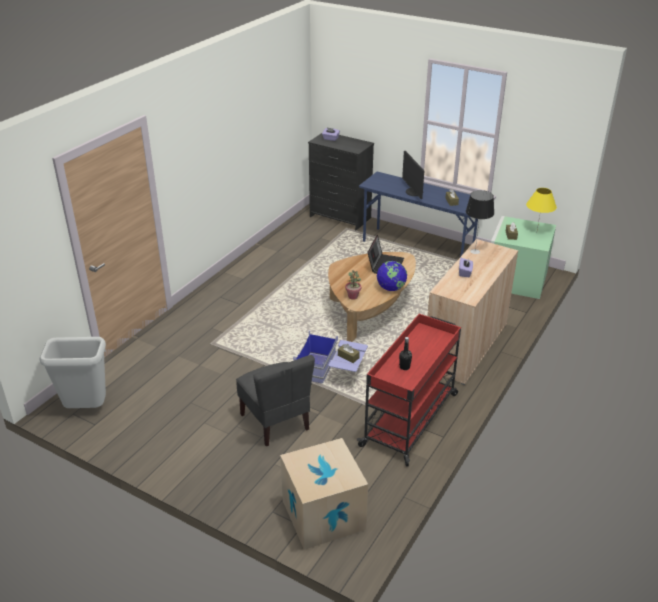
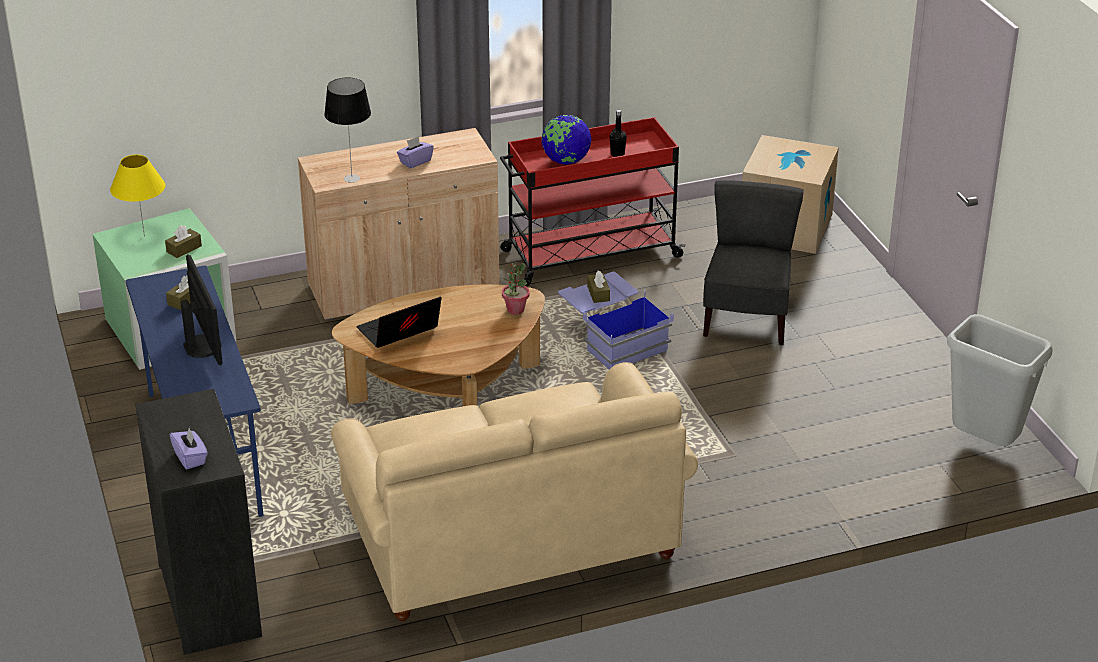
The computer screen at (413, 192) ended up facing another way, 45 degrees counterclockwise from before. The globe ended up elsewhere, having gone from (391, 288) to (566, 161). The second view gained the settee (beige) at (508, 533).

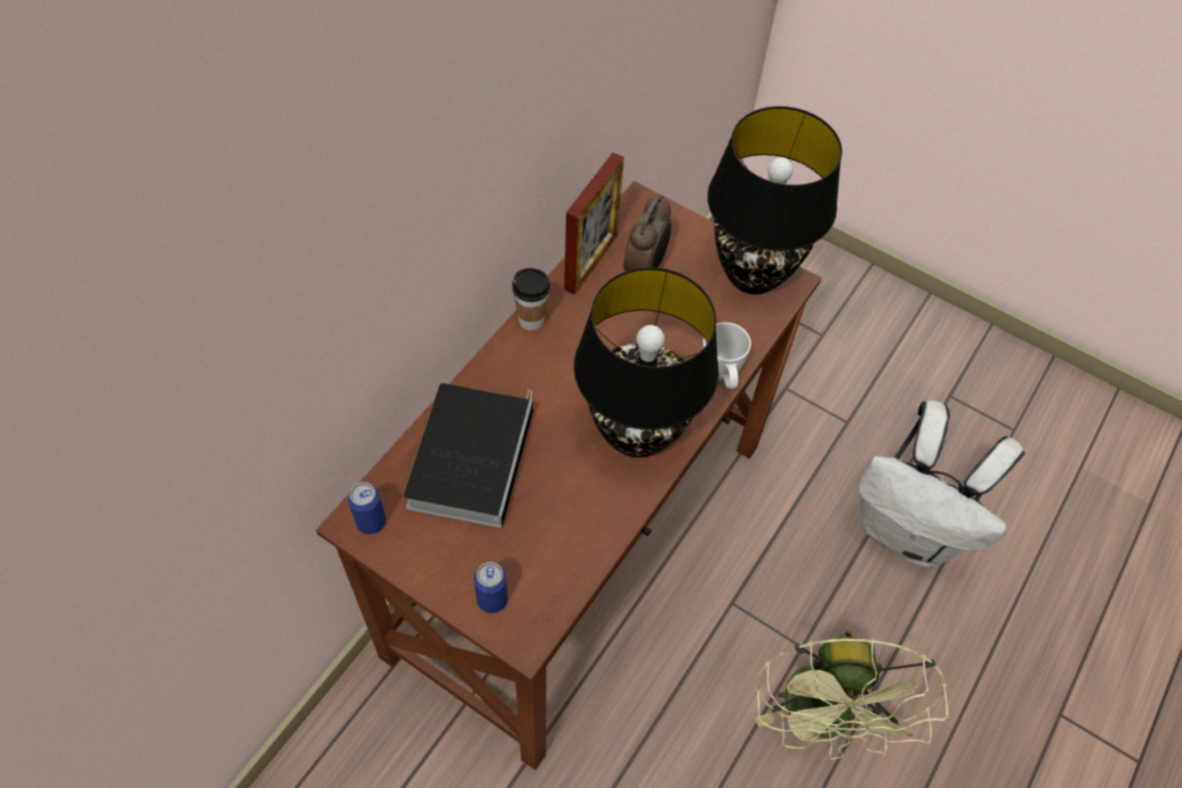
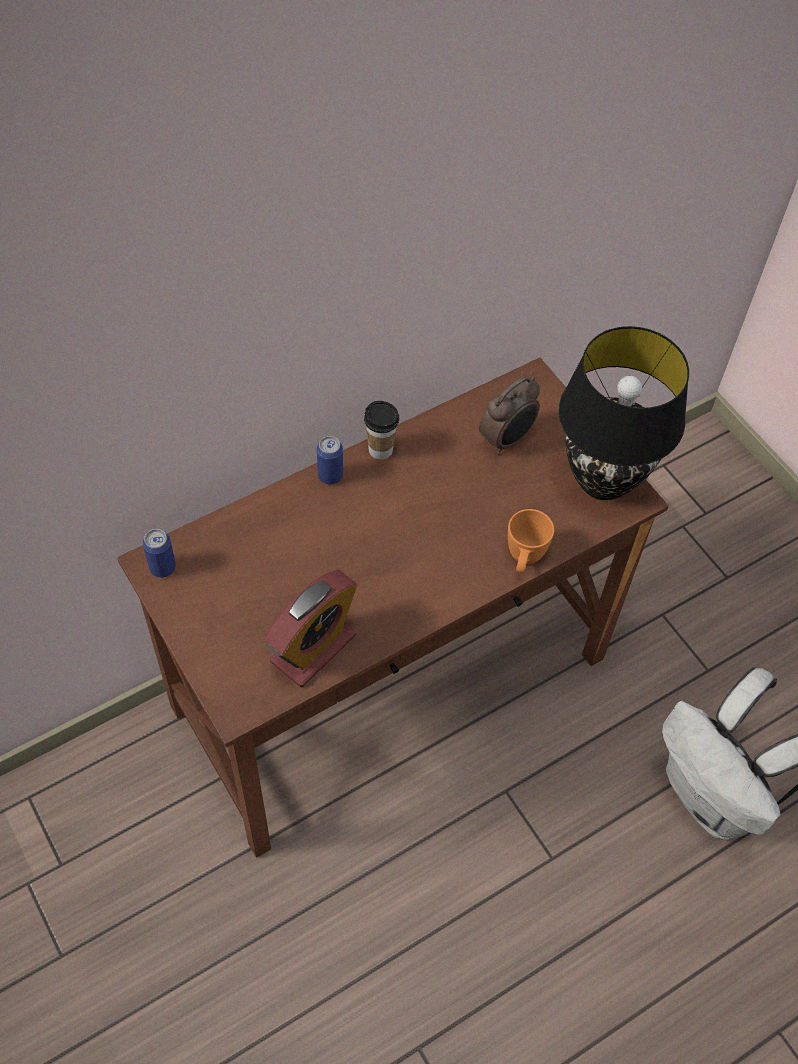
The second view lost the photo frame at (591, 262). The second view lost the tabletop lamp (blackish) at (636, 436). What was the tea mug (white) at (722, 376) turned into the tea mug (orange) at (524, 560). The second view lost the volume at (471, 455). The can ended up elsewhere, having gone from (492, 599) to (330, 476). The second view lost the fan (greenish) at (824, 719). The second view gained the bedside clock at (313, 648).

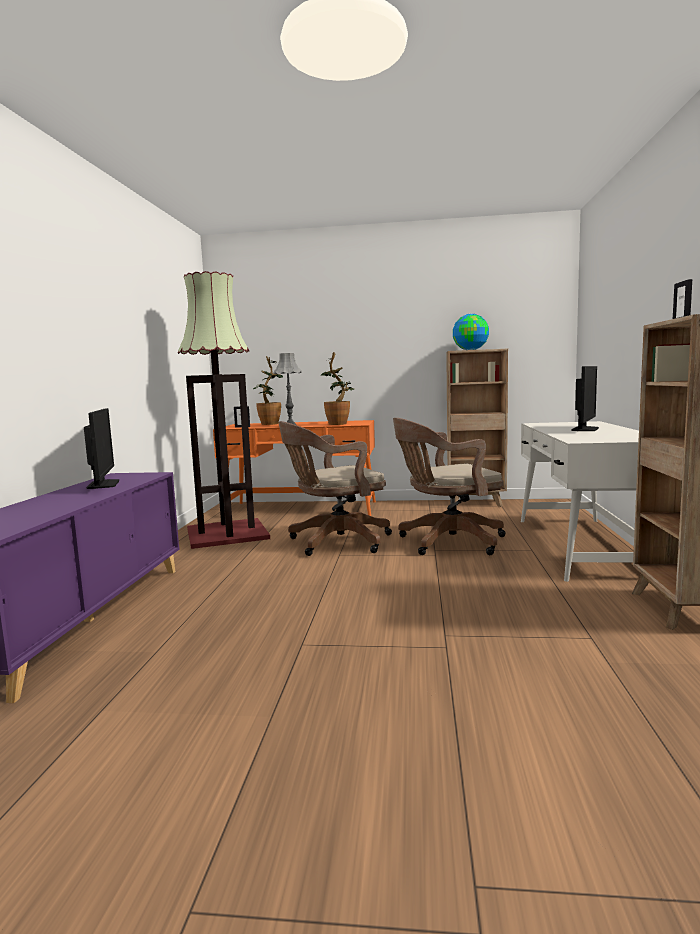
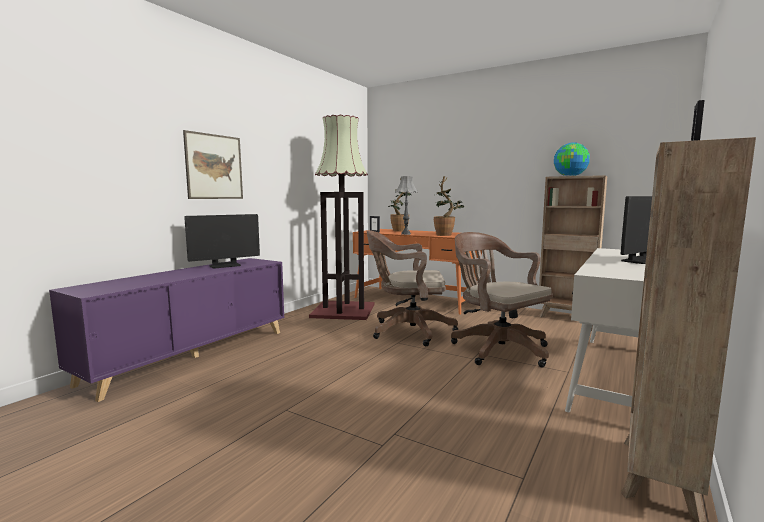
The computer screen at (103, 484) ended up facing another way, 45 degrees clockwise from before. The desk chair (brownish) at (447, 542) ended up facing another way, 45 degrees clockwise from before. The second view gained the wall art at (214, 167).

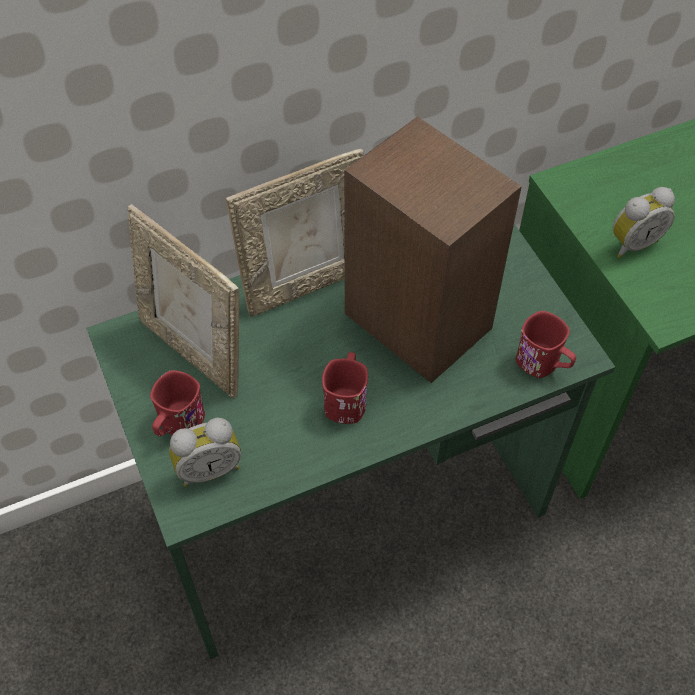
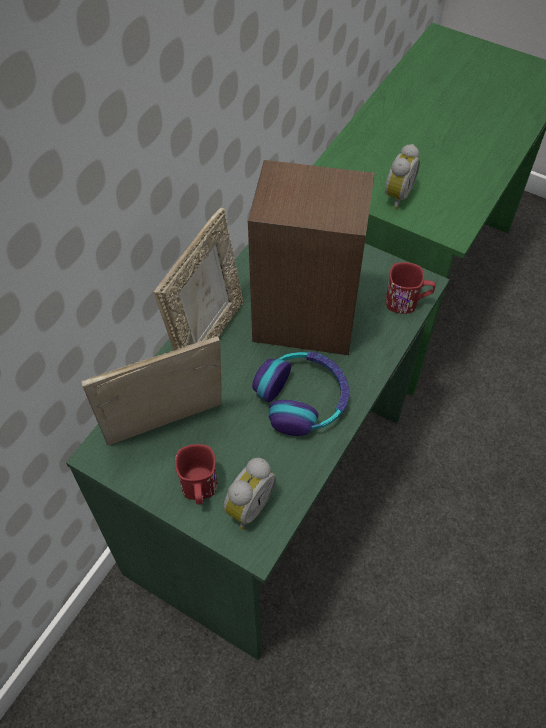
The photo frame at (195, 351) ended up facing another way, 150 degrees clockwise from before. Where the tea mug (red) stood at (346, 399), the pair of headphones came to stand at (302, 399).

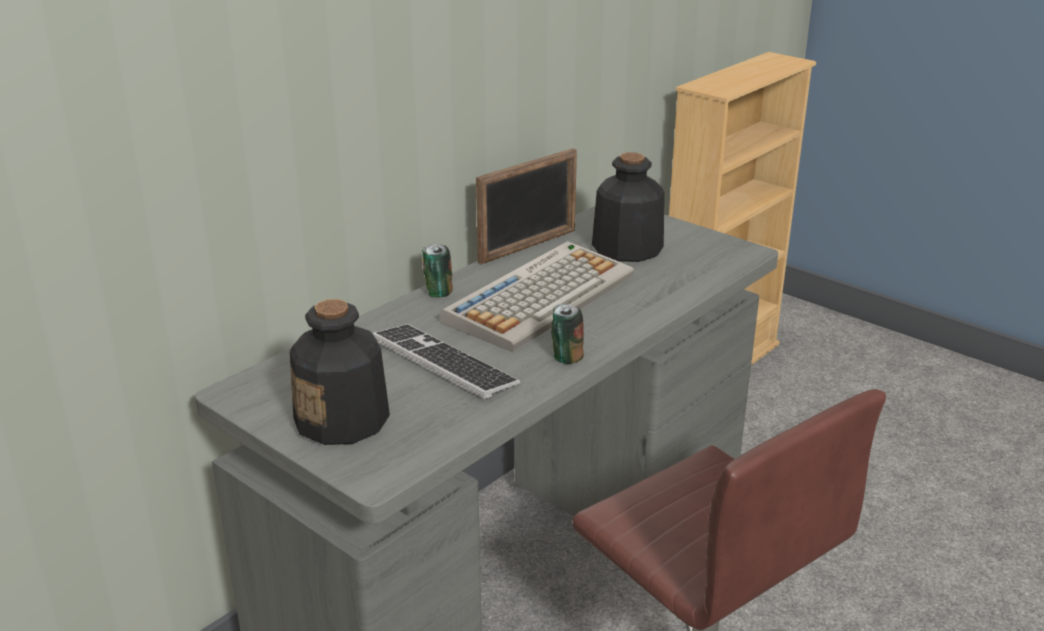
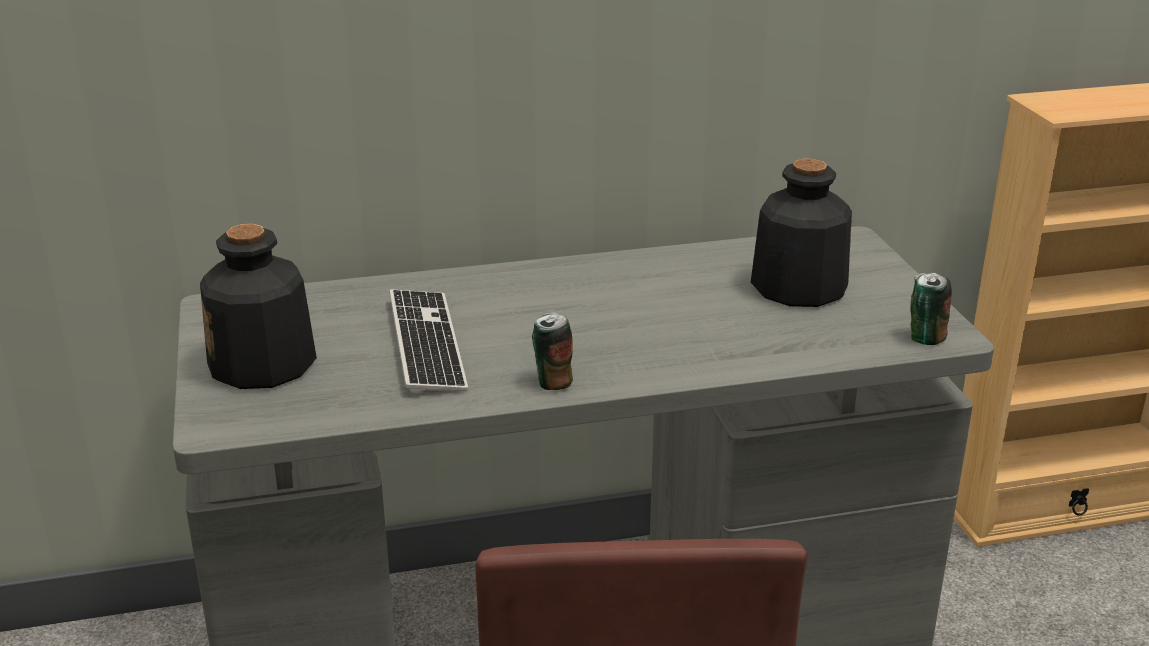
The second view lost the photo frame at (528, 246). The second view lost the keyboard at (540, 297). The can ended up elsewhere, having gone from (438, 293) to (924, 338).

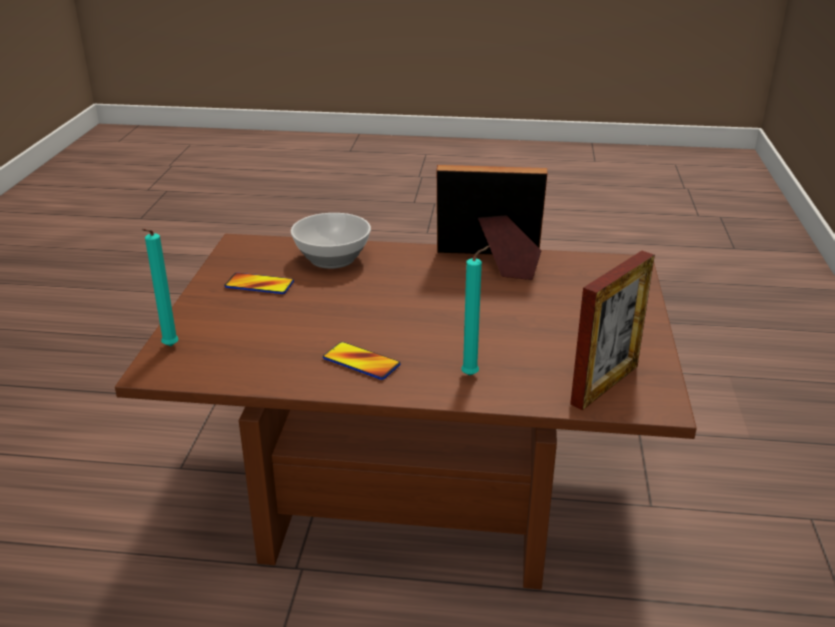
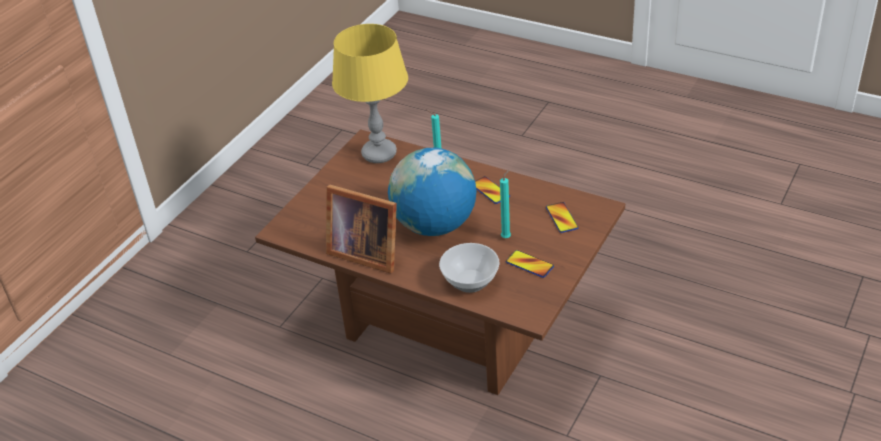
The candle (turquoise-coloured) ended up elsewhere, having gone from (169, 347) to (507, 237). Where the photo frame stood at (604, 385), the tabletop lamp (yellow-coloured) came to stand at (379, 154). The second view gained the globe at (434, 225). The second view gained the phone at (561, 218).

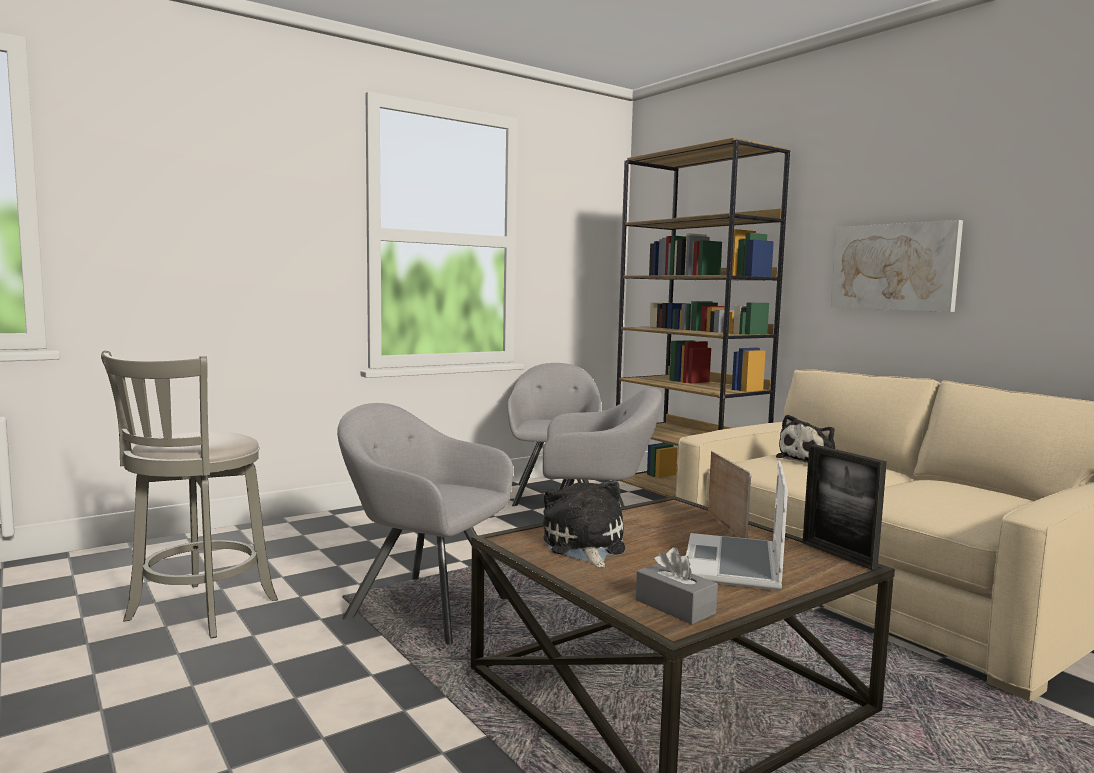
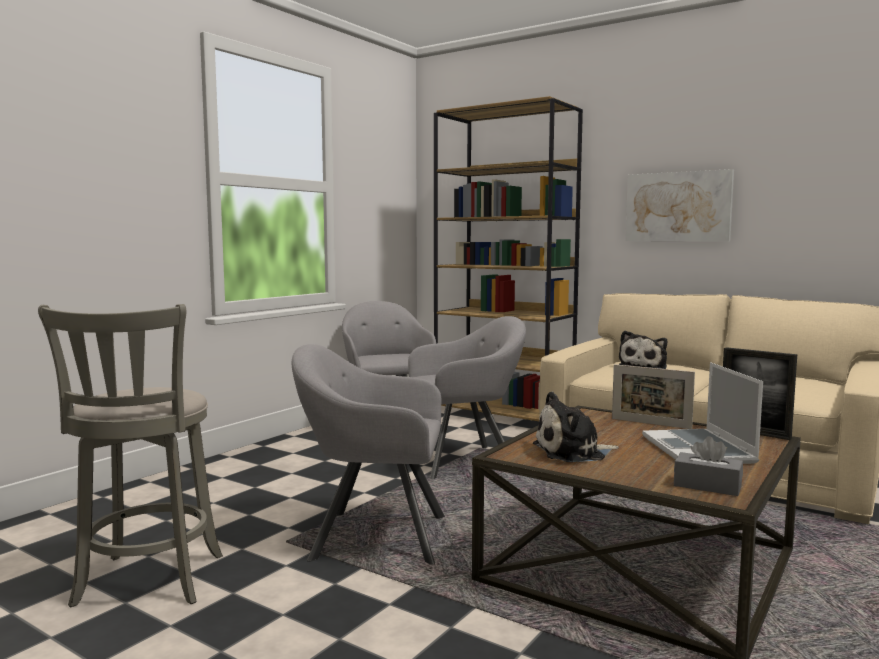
The photo frame at (726, 527) ended up facing another way, 150 degrees clockwise from before. The cuddly toy at (584, 546) ended up facing another way, 75 degrees counterclockwise from before.

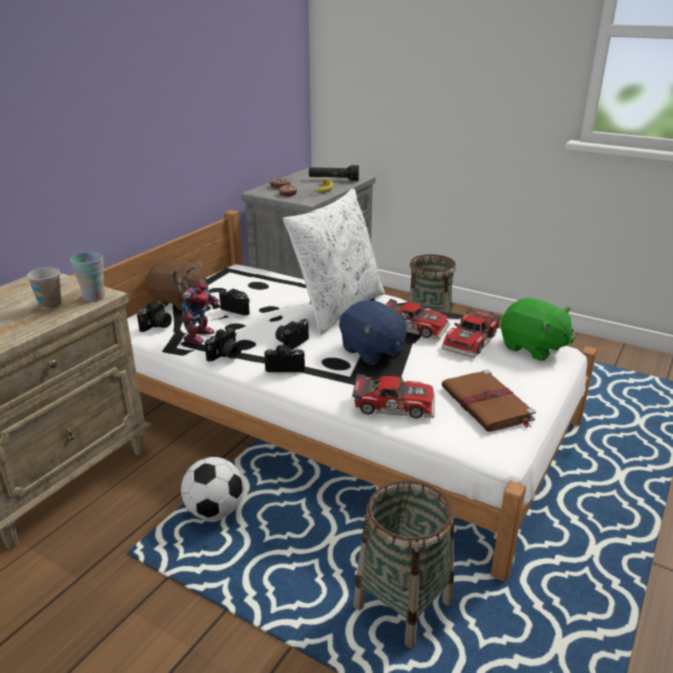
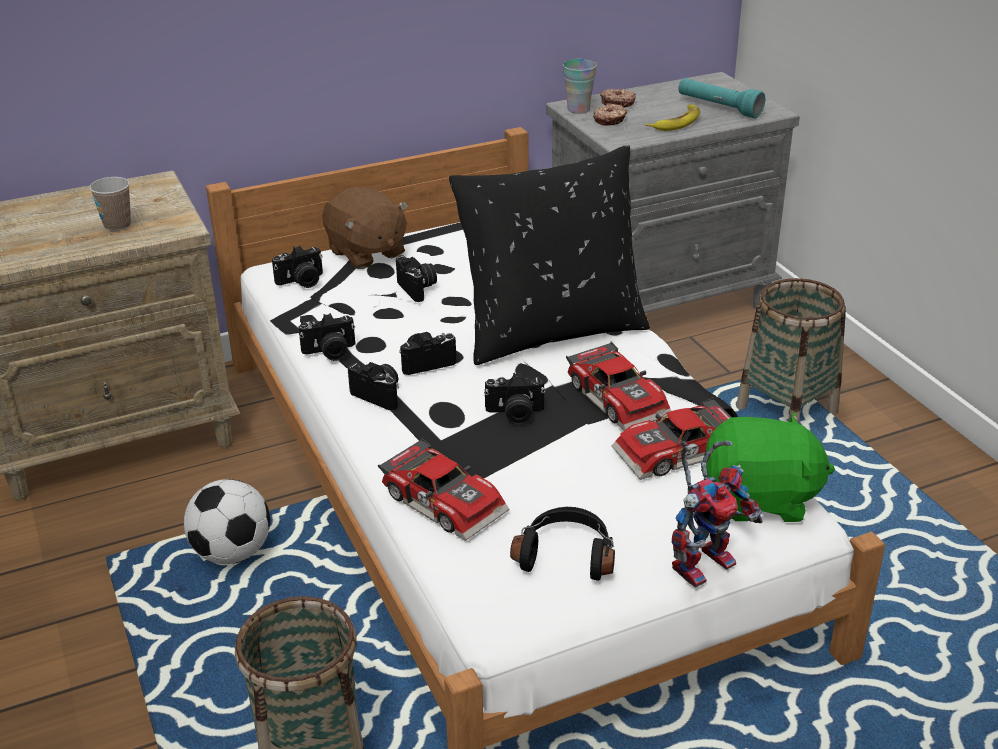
What was the torch (blackish) at (333, 180) turned into the torch (turquoise-coloured) at (718, 108). What was the cushion (white) at (337, 308) turned into the cushion (blackish) at (551, 331). The small cup ended up elsewhere, having gone from (94, 297) to (578, 109). The robot figure ended up elsewhere, having gone from (198, 334) to (704, 560). The cuddly toy (greenish) at (533, 347) ended up facing another way, 75 degrees counterclockwise from before. Where the cuddly toy (blue) stood at (372, 351), the still camera came to stand at (515, 414). Where the volume (brownish) stood at (487, 404), the pair of headphones (blackish) came to stand at (566, 554).

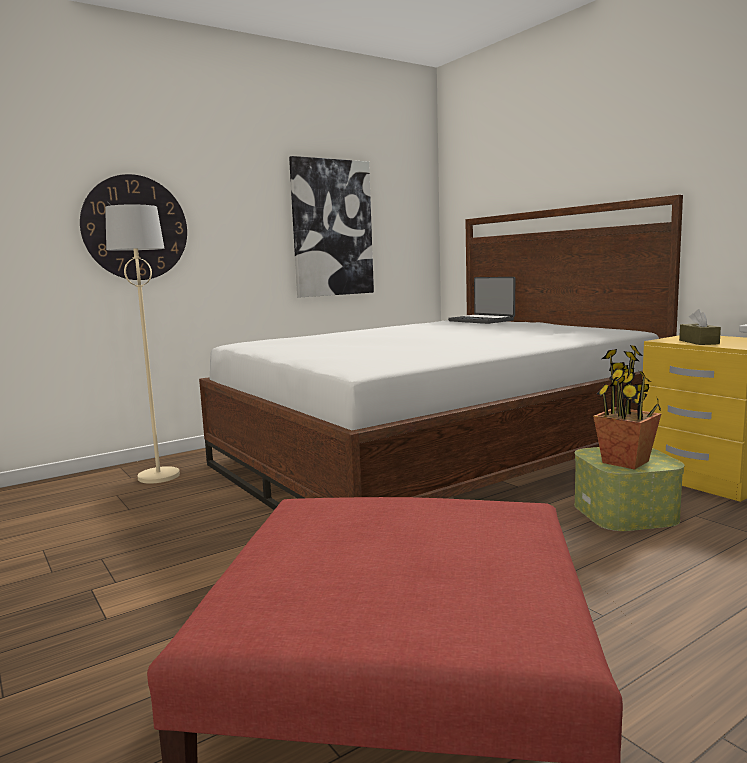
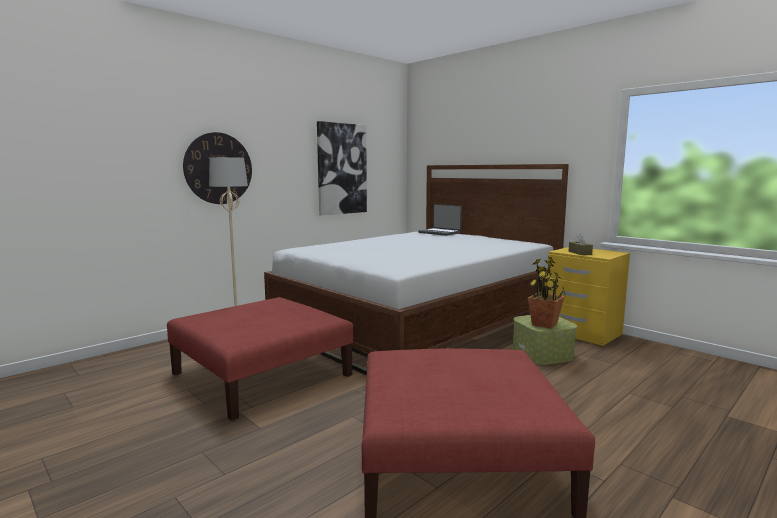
The second view gained the pouffe (red) at (263, 375).

